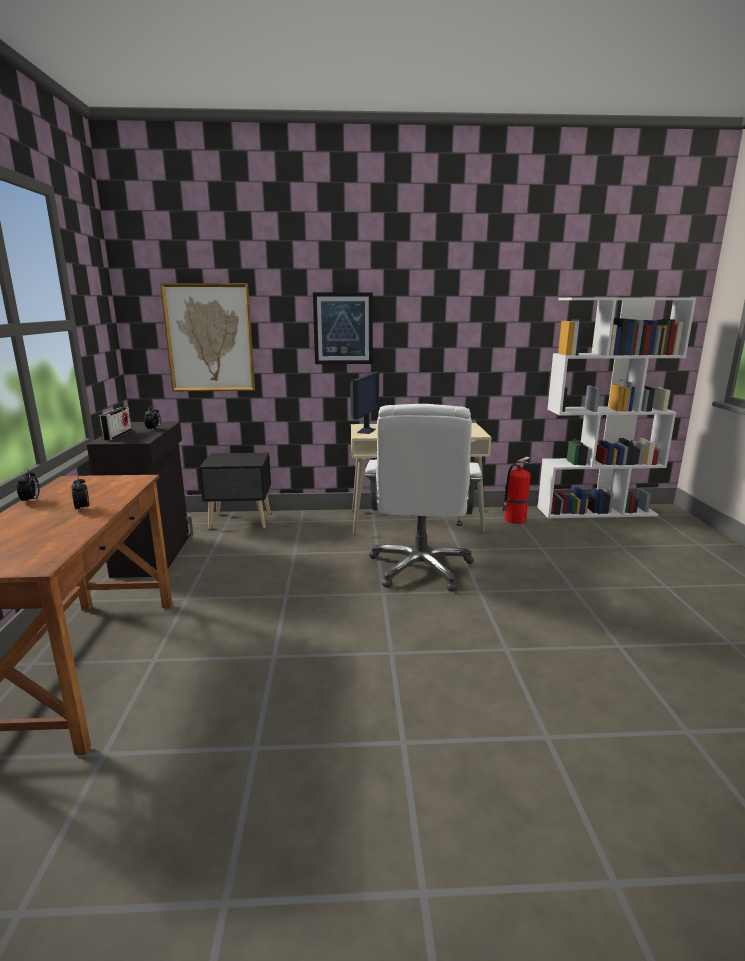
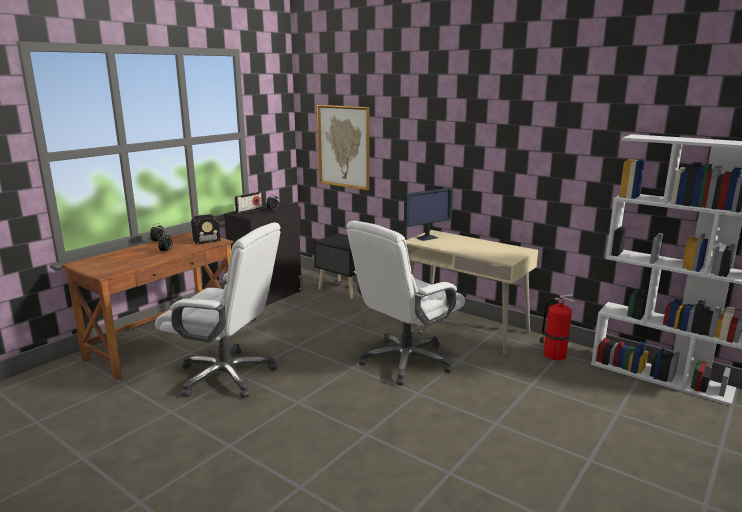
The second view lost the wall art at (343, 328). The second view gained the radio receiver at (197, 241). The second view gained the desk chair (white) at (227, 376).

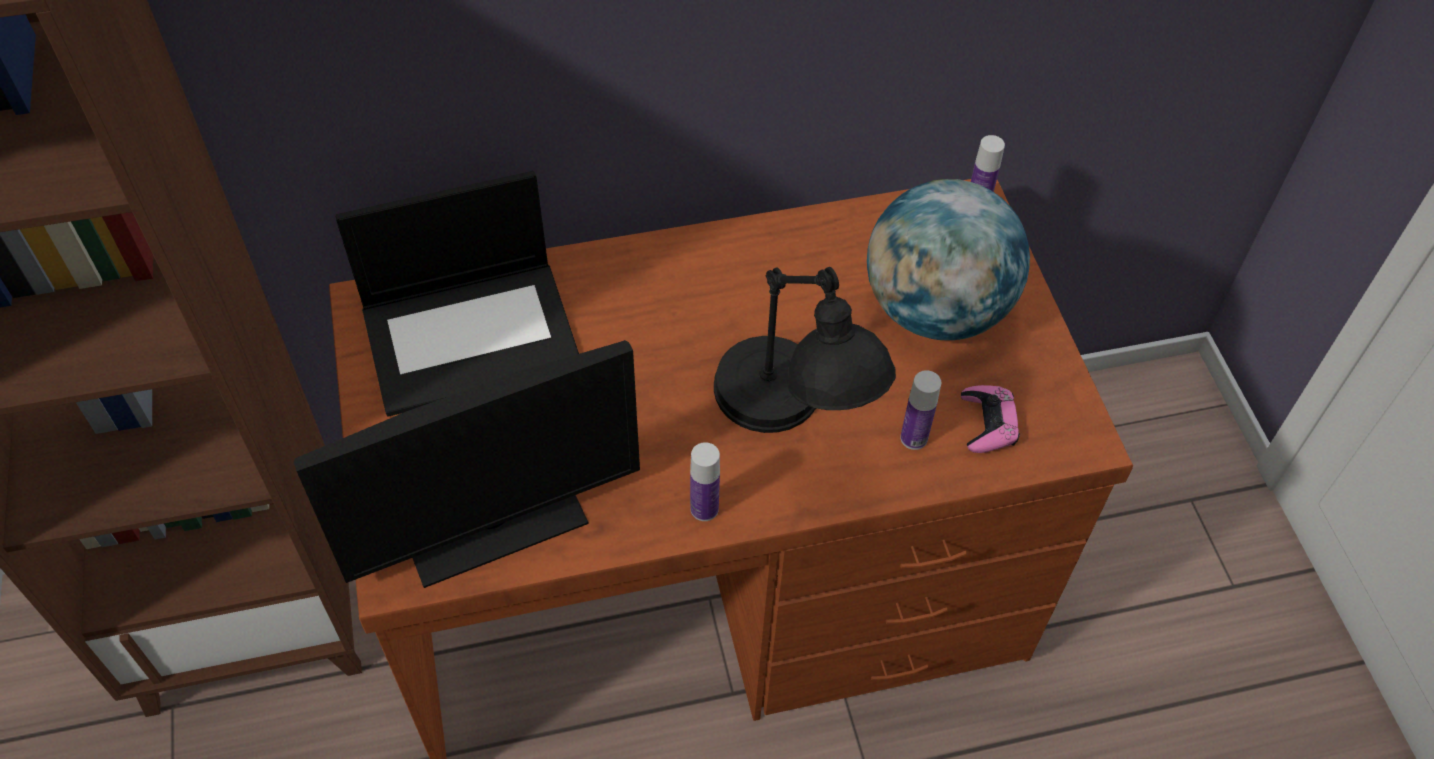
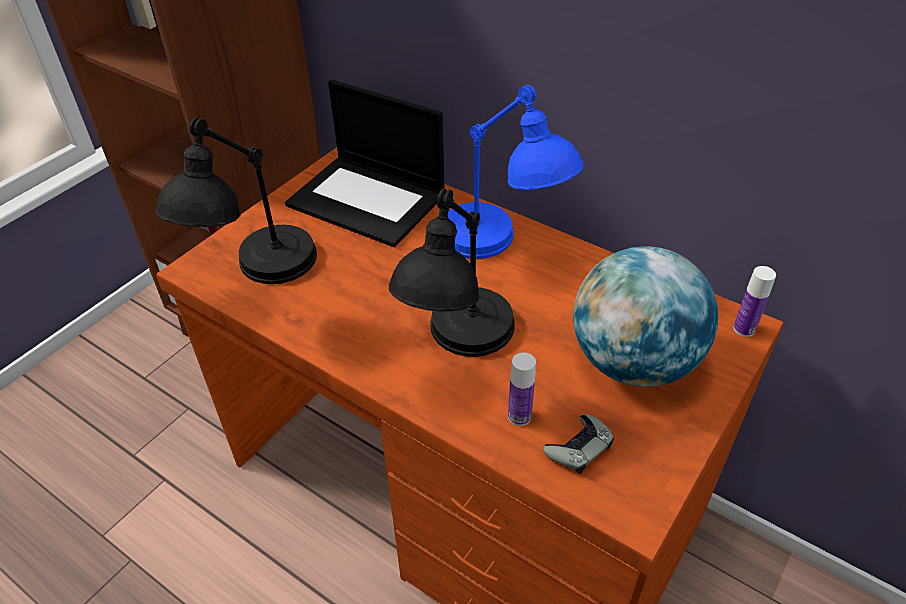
Where the computer screen stood at (494, 524), the tabletop lamp (blackish) came to stand at (258, 281). What was the game controller (pink) at (988, 423) turned into the game controller (grey) at (579, 448). The second view lost the bottle at (704, 509). The second view gained the tabletop lamp (blue) at (501, 251).

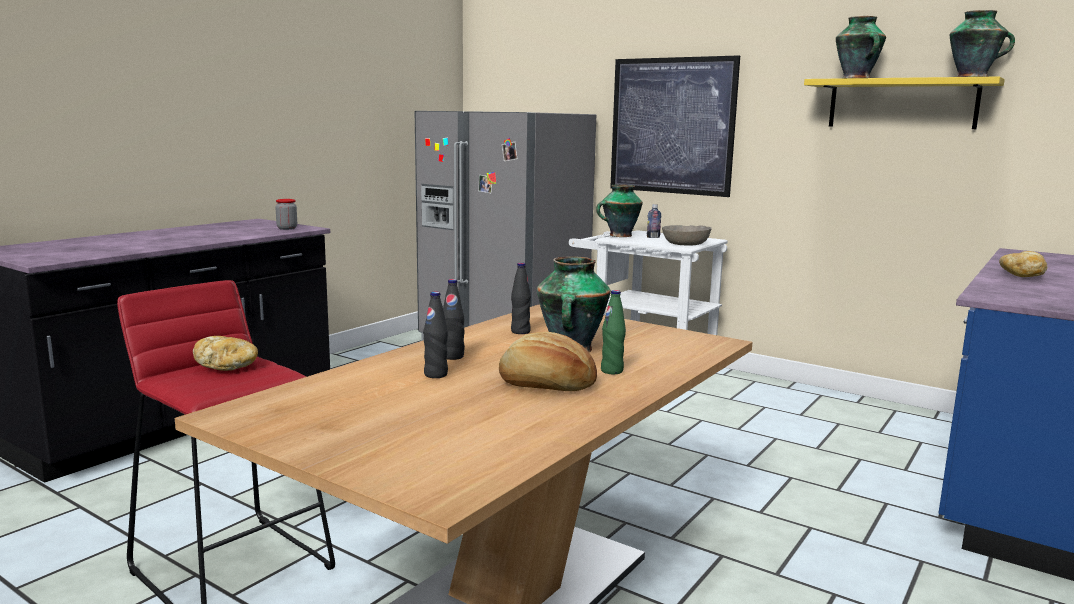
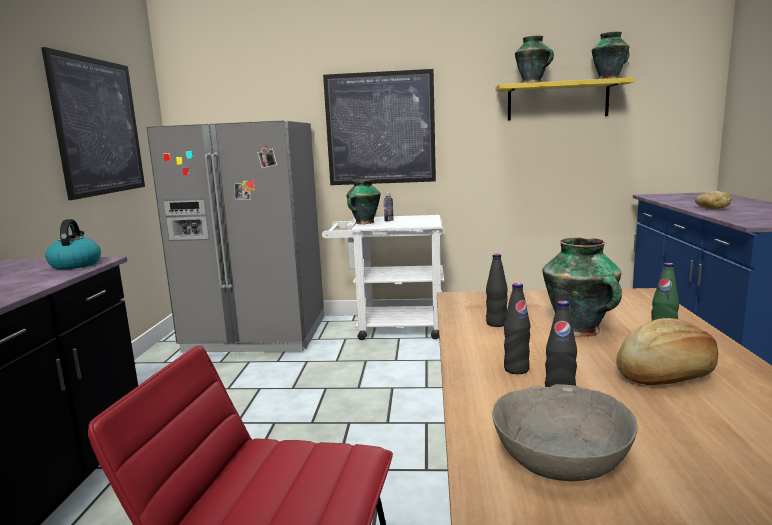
Where the storage jar stood at (287, 228), the kettle came to stand at (75, 264). The bowl (grey) ended up elsewhere, having gone from (685, 244) to (559, 457). The second view lost the baked bread at (228, 367). The second view gained the wall art at (99, 127).

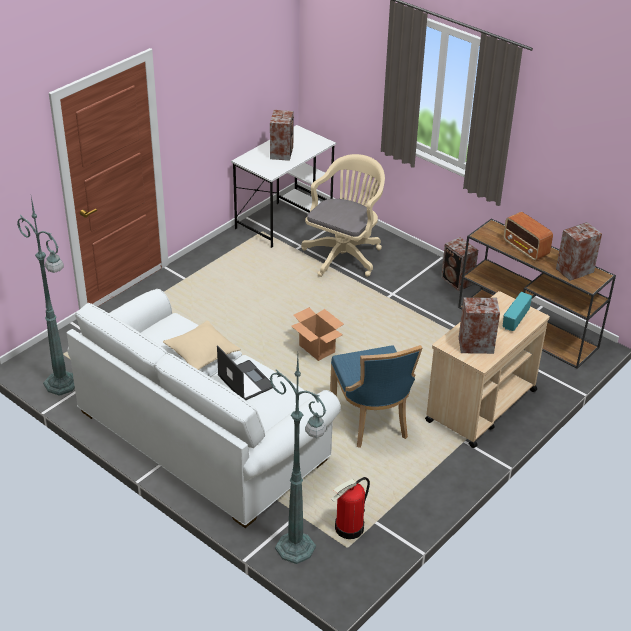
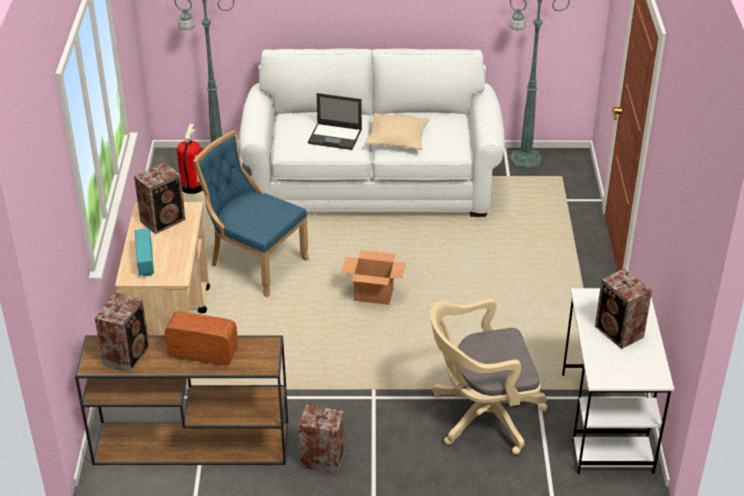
The desk chair (beige) at (344, 254) ended up facing another way, 90 degrees clockwise from before.

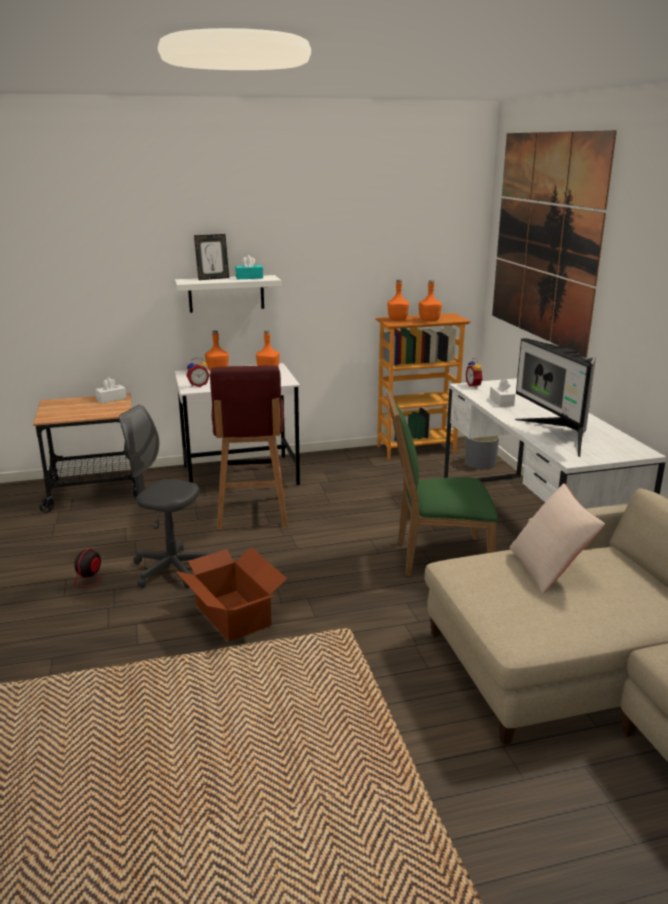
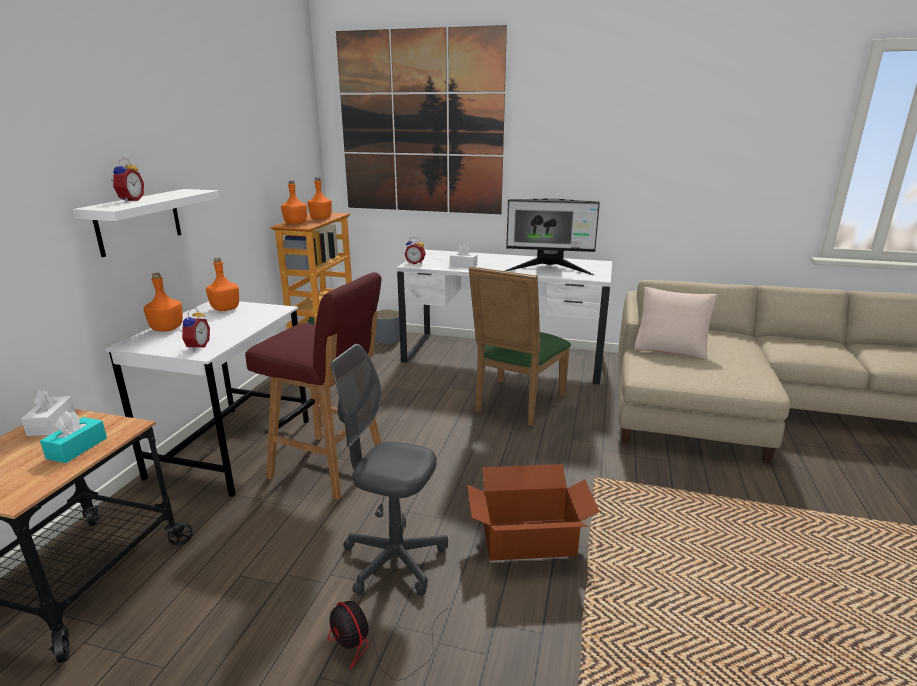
Where the photo frame stood at (213, 278), the bedside clock came to stand at (130, 200). The tissue box (turquoise-coloured) ended up elsewhere, having gone from (249, 277) to (77, 448). The desk chair (grey) at (171, 570) ended up facing another way, 60 degrees clockwise from before.

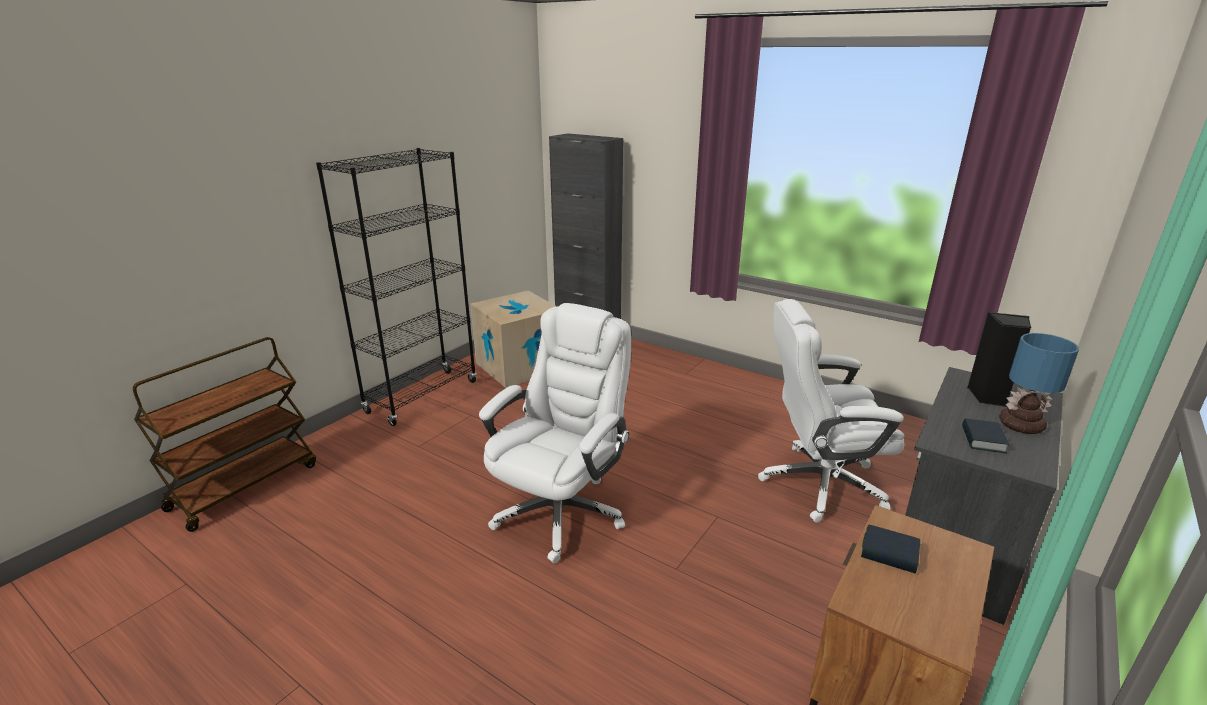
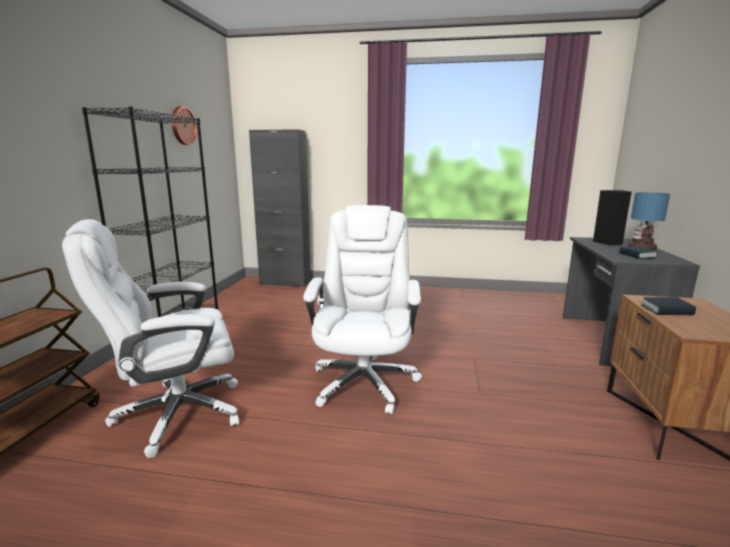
The second view lost the cardboard box at (519, 366). The desk chair (white) ended up elsewhere, having gone from (819, 483) to (177, 414). The second view gained the hanging clock at (182, 125).

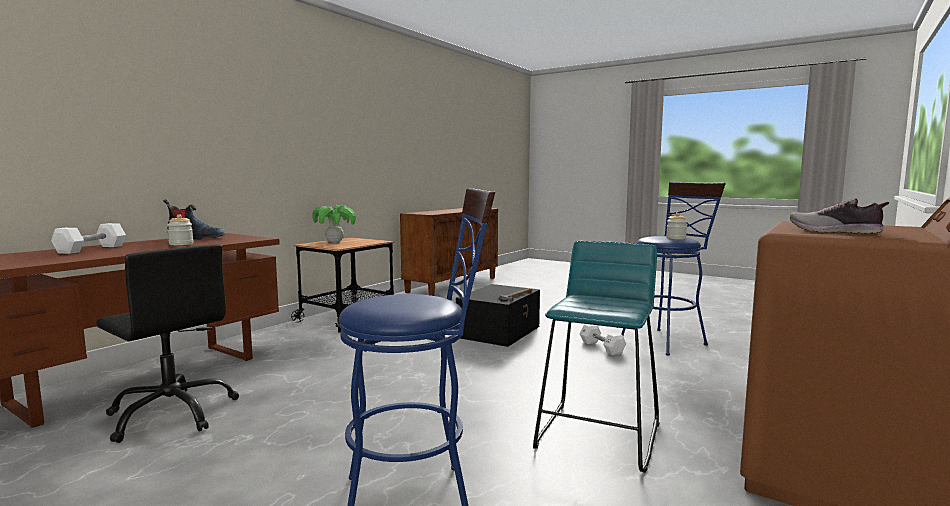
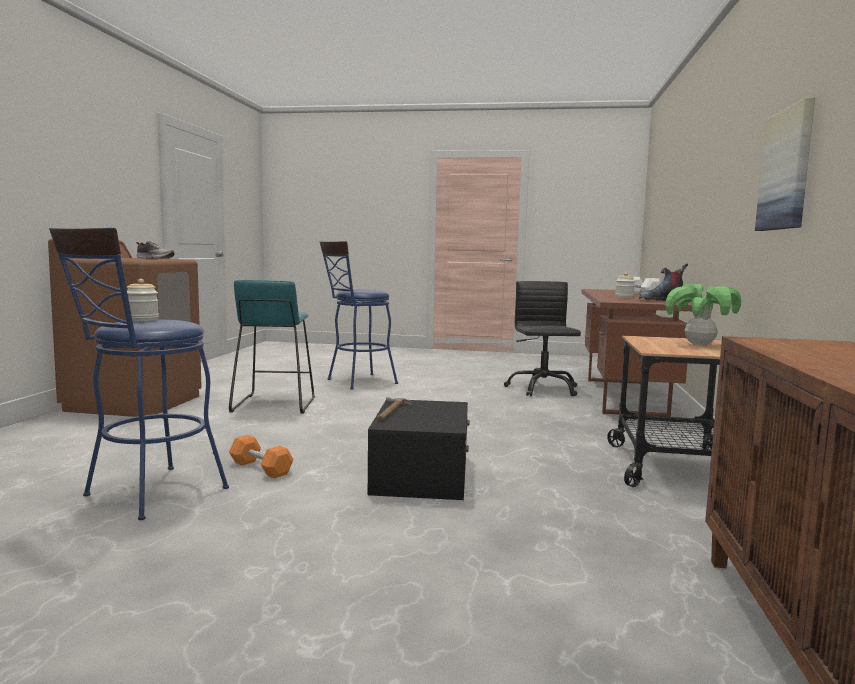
The desk chair (blackish) at (173, 413) ended up facing another way, 75 degrees clockwise from before. What was the dumbbell (white) at (601, 347) turned into the dumbbell (orange) at (260, 468). The second view gained the wall art at (786, 170).

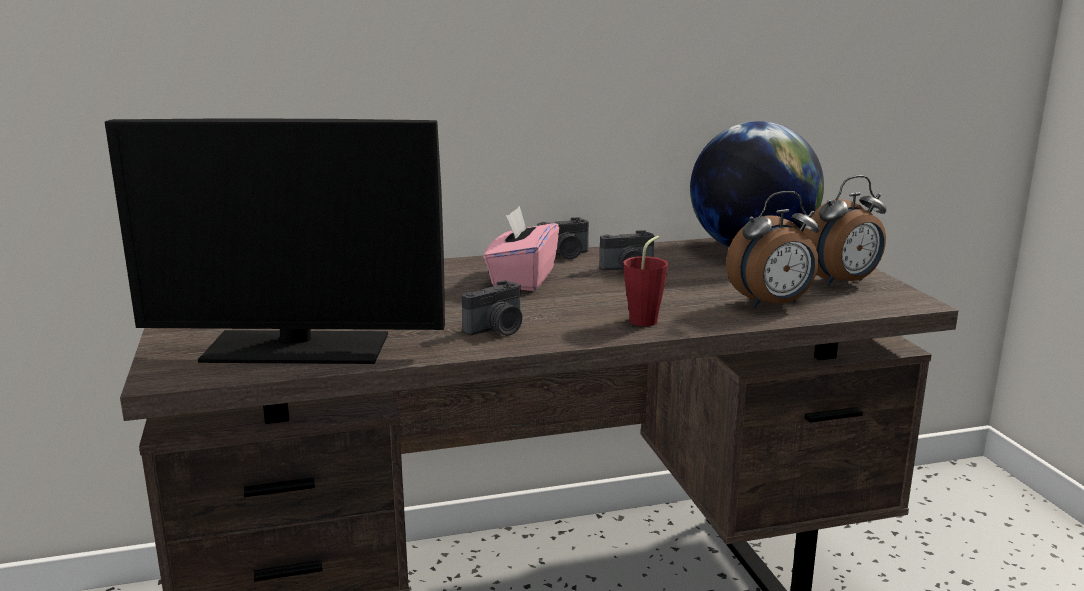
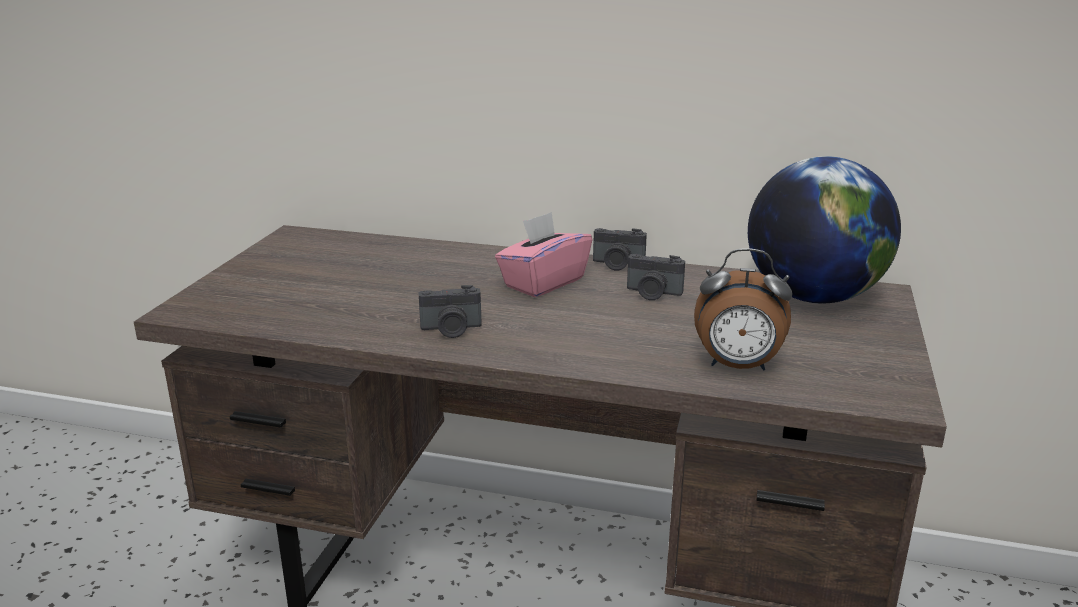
The second view lost the computer screen at (296, 348). The second view lost the bedside clock at (842, 282). The second view lost the small cup (red) at (647, 319).

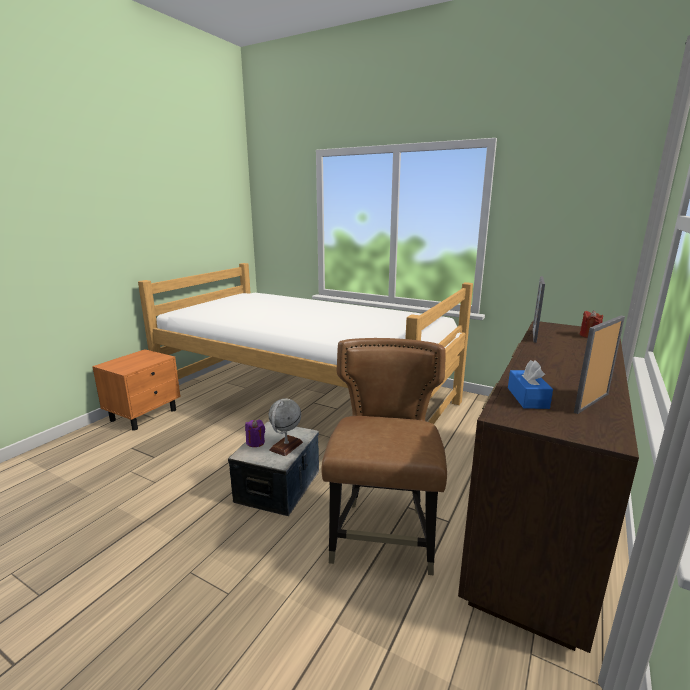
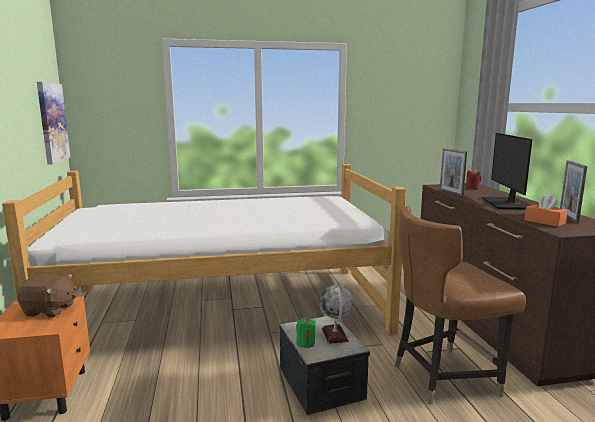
The plain chair (brownish) at (383, 537) ended up facing another way, 75 degrees counterclockwise from before. What was the tissue box (blue) at (527, 398) turned into the tissue box (orange) at (544, 222). What was the candle (purple) at (255, 442) turned into the candle (greenish) at (305, 343). The second view gained the wall art at (52, 122). The second view gained the computer screen at (507, 204). The second view gained the cuddly toy (brownish) at (50, 310).

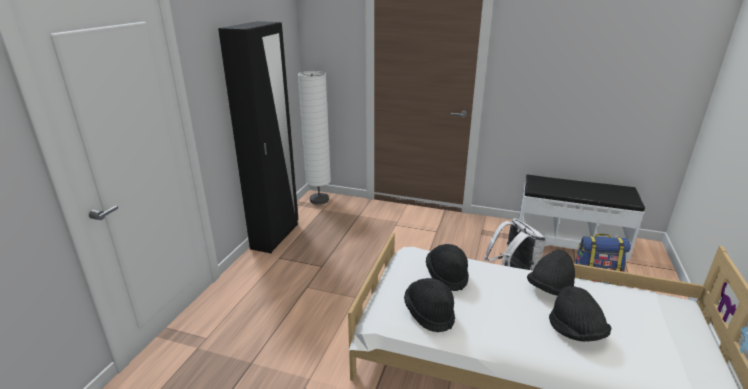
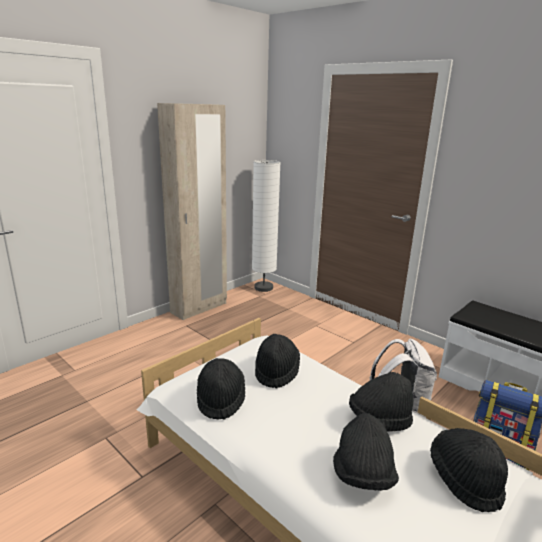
What was the armoire (blackish) at (275, 236) turned into the armoire (beige) at (199, 308). The second view gained the clothing hat (blackish) at (465, 479).

